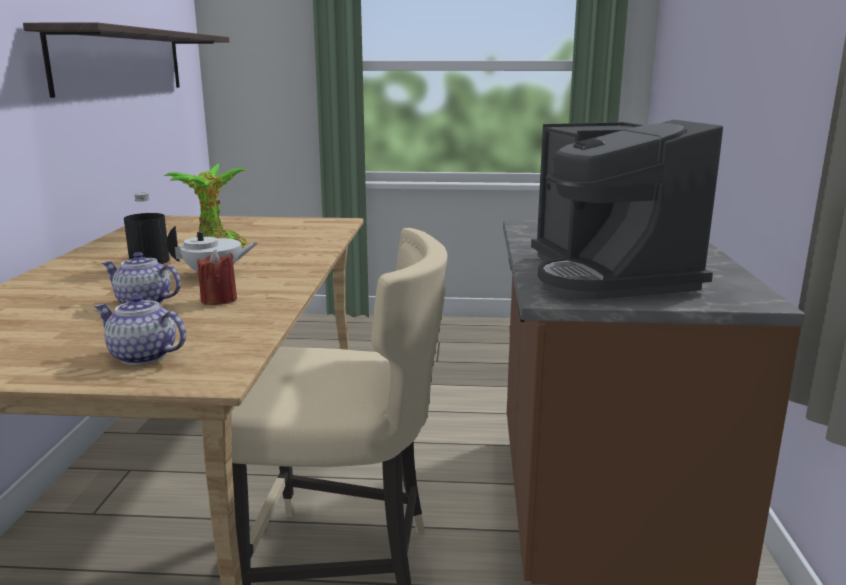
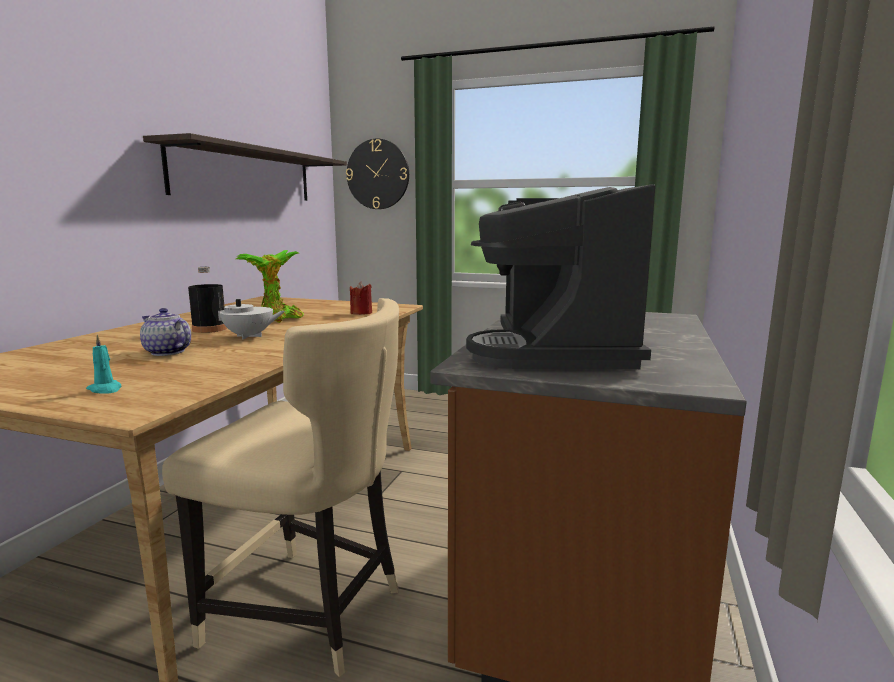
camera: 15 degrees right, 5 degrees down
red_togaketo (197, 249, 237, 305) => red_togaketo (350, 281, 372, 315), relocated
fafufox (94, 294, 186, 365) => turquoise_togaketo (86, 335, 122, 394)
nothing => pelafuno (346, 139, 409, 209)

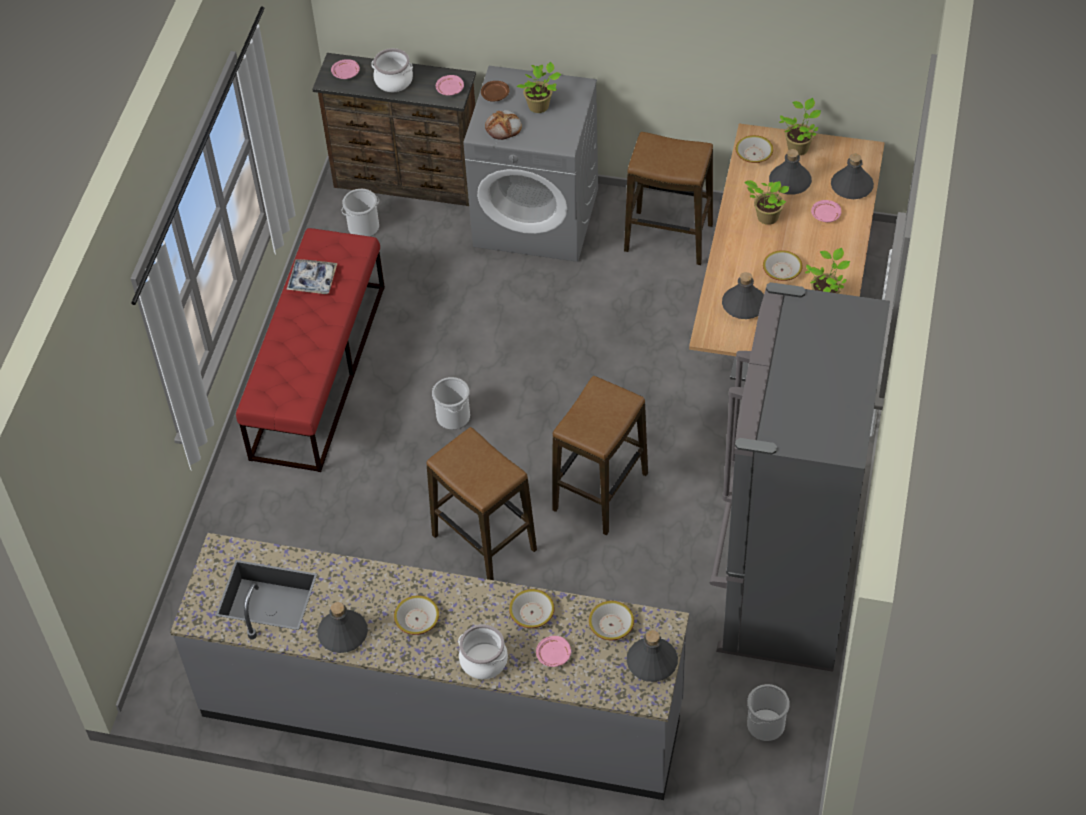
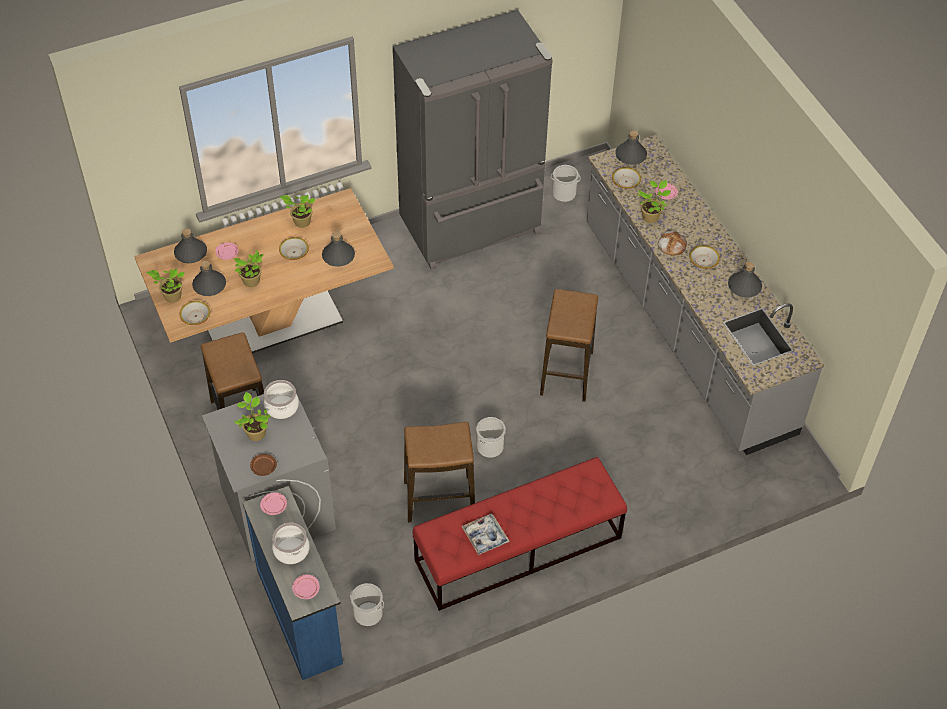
camera: 130 degrees left, 0 degrees up
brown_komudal (312, 53, 476, 206) => blue_komudal (242, 486, 343, 680)
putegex (485, 110, 522, 140) => putegex (658, 231, 687, 256), relocated
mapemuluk (552, 376, 648, 535) => mapemuluk (404, 422, 475, 522), relocated
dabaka (509, 589, 555, 628) => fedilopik (637, 180, 671, 223)
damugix (458, 624, 508, 679) => damugix (264, 380, 299, 419), relocated

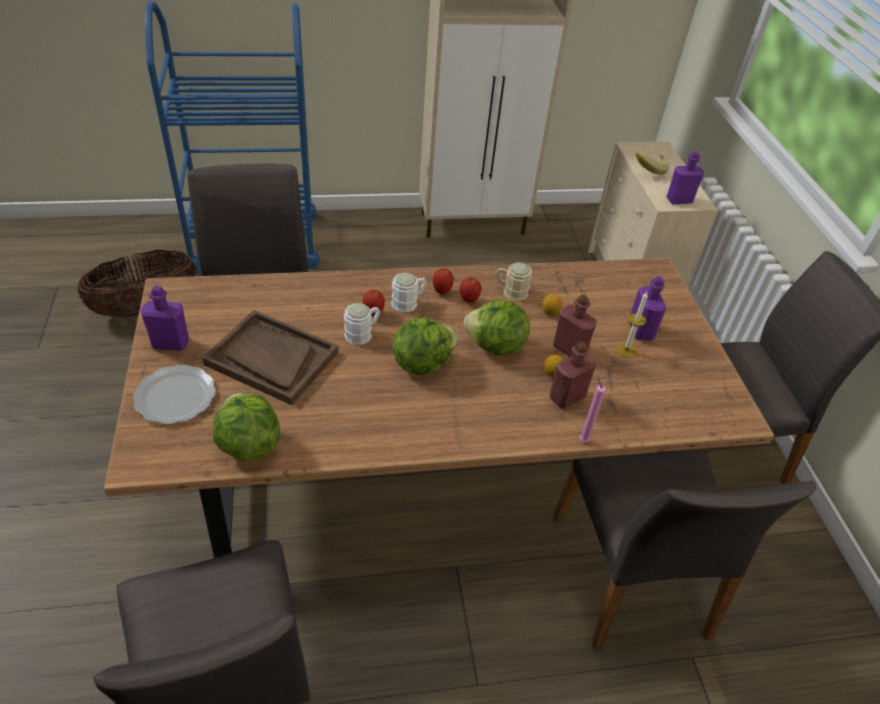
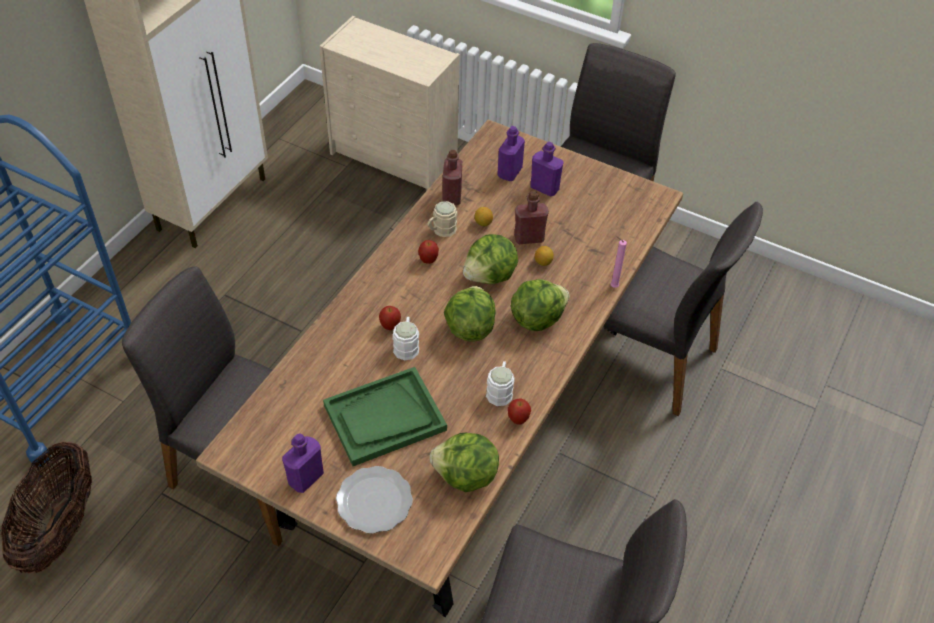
camera: 50 degrees left, 5 degrees up
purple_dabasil (667, 151, 704, 204) => purple_dabasil (497, 126, 525, 181), relocated
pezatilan (636, 152, 669, 175) => nothing
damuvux (433, 268, 454, 294) => damuvux (508, 399, 531, 425), relocated
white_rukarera (391, 273, 427, 313) => white_rukarera (486, 361, 514, 406), relocated
togaketo (616, 292, 648, 358) => nothing
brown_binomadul (202, 310, 338, 405) => green_binomadul (323, 367, 447, 466)
red_dabasil (549, 342, 596, 409) => red_dabasil (443, 150, 462, 205), relocated
nothing => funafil (511, 279, 569, 331)

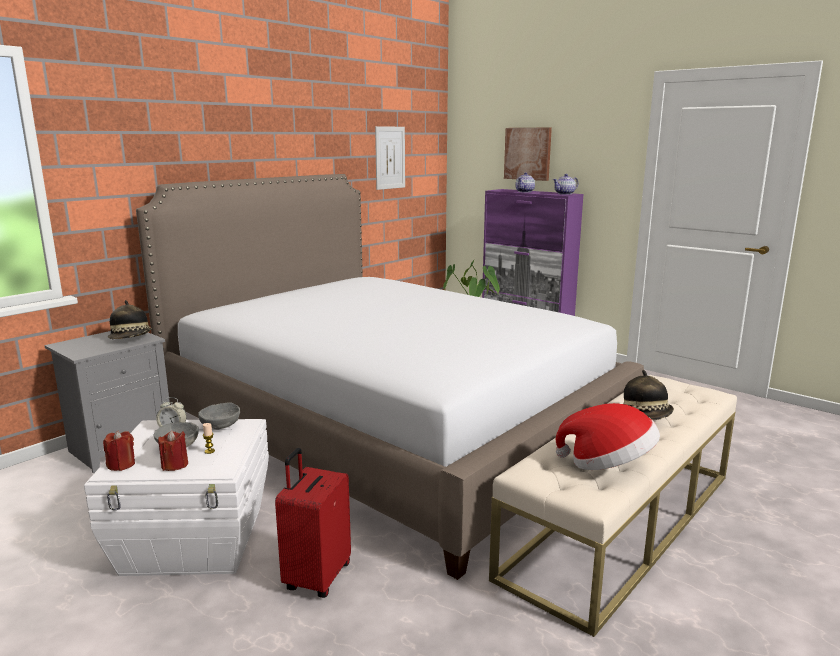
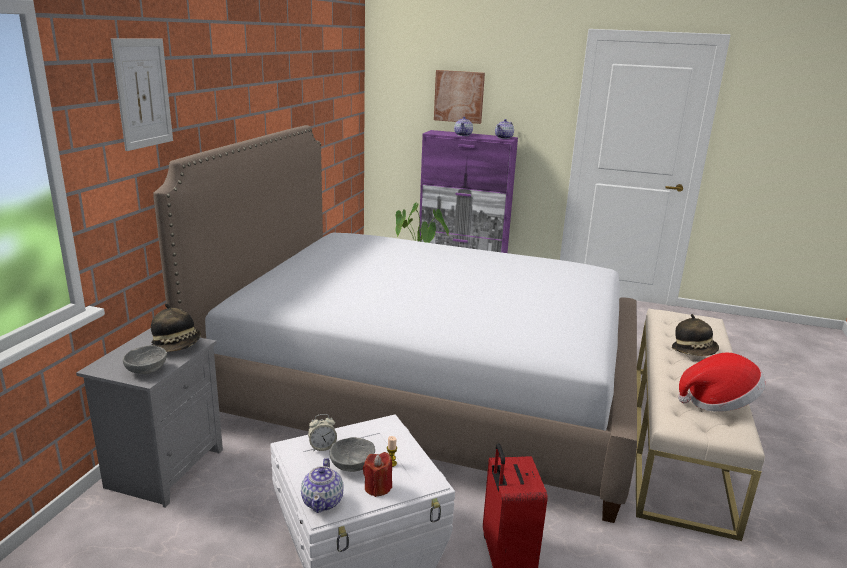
camera: 25 degrees left, 5 degrees up
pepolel (375, 126, 405, 190) => pepolel (111, 38, 173, 151), relocated
grey_dabaka (198, 403, 240, 430) => grey_dabaka (123, 345, 167, 374), relocated
red_togaketo (103, 430, 135, 471) => fafufox (301, 458, 344, 513)

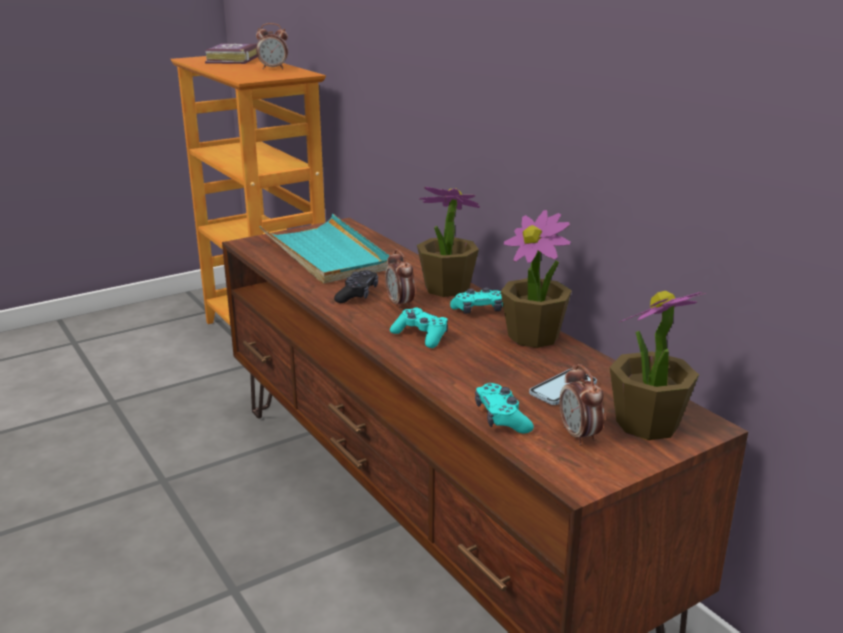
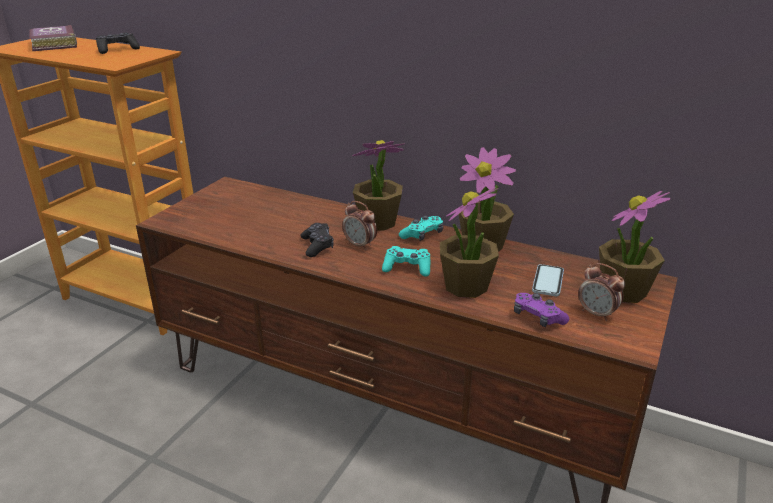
camera: 30 degrees left, 5 degrees up
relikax (256, 23, 288, 69) => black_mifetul (96, 33, 140, 54)
turquoise_binomadul (260, 214, 390, 284) => nothing
turquoise_mifetul (475, 383, 534, 433) => purple_mifetul (514, 293, 569, 327)
nothing => fedilopik (440, 187, 499, 298)

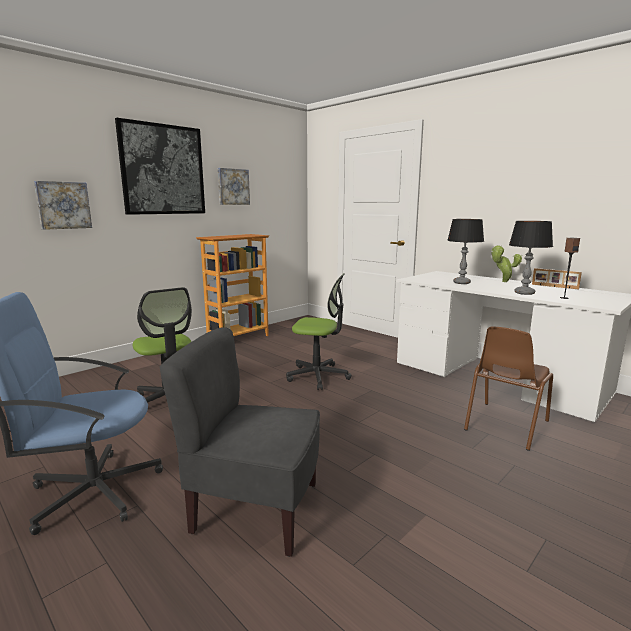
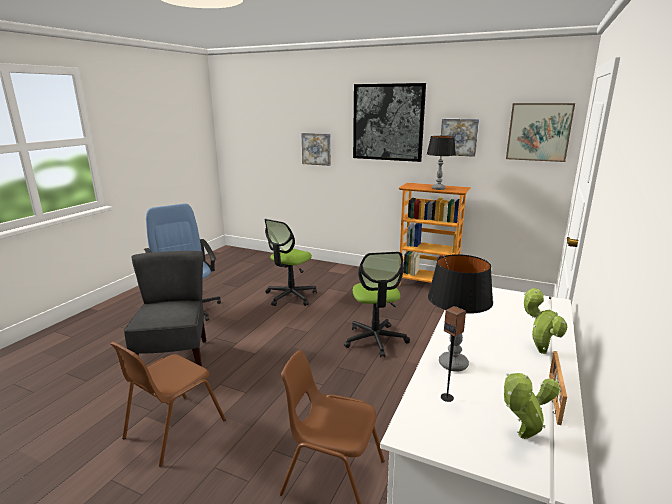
camera: 70 degrees right, 5 degrees up
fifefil (447, 219, 484, 284) => fifefil (427, 136, 456, 190), relocated
nothing => pepolel (506, 103, 575, 162)
nothing => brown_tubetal (110, 342, 226, 467)
nothing => fedilopik (504, 373, 560, 439)

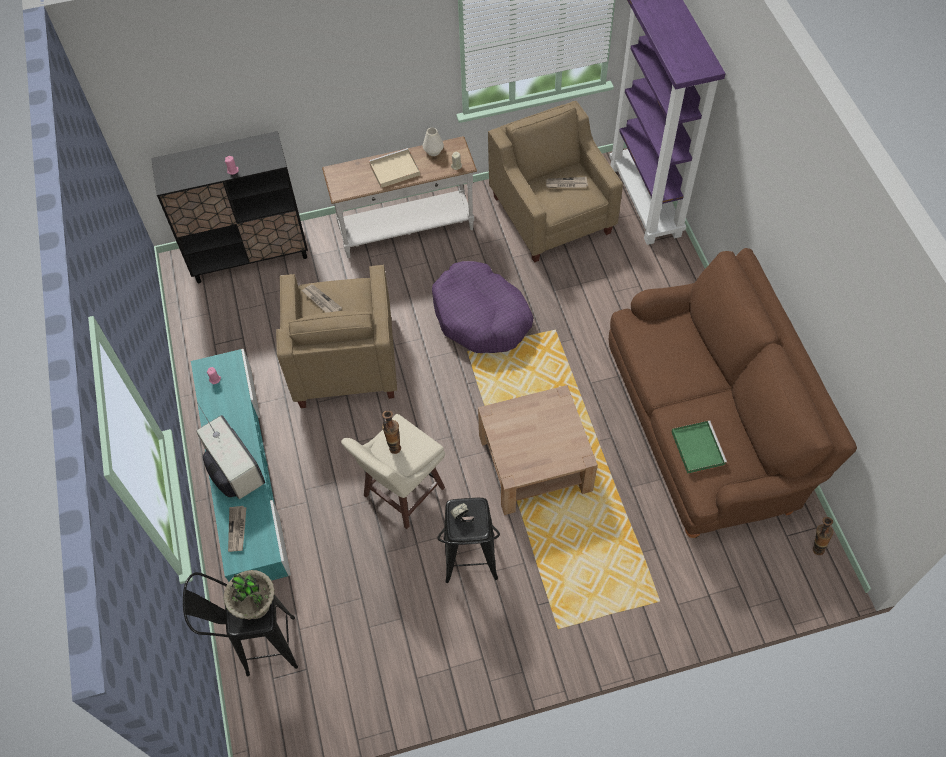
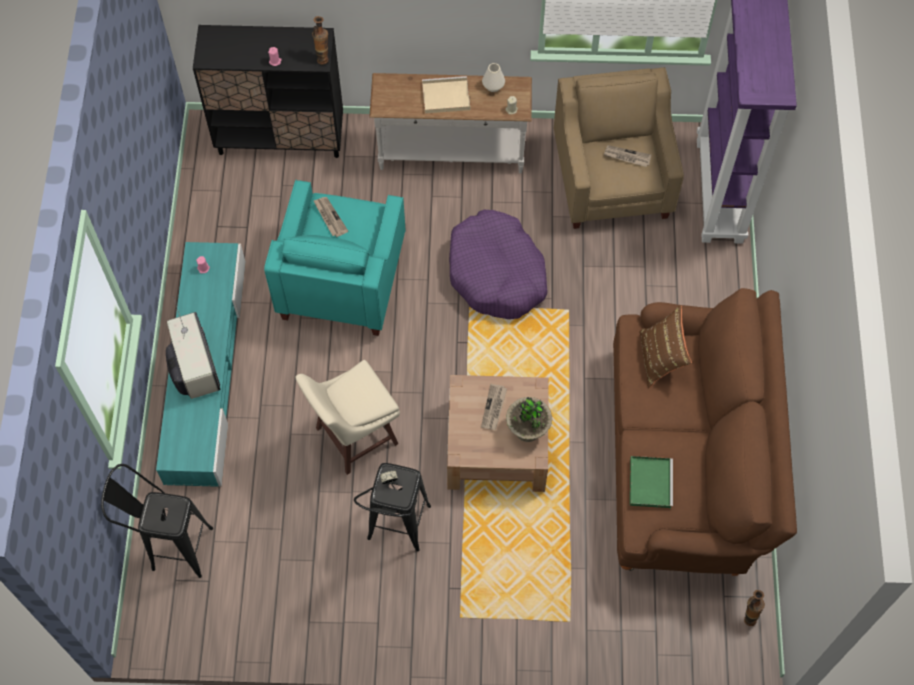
camera: 15 degrees right, 5 degrees up
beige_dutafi (276, 264, 397, 408) => turquoise_dutafi (264, 180, 406, 336)
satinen (382, 411, 401, 454) => satinen (312, 16, 329, 64), relocated
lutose (228, 506, 246, 552) => lutose (481, 384, 507, 430), relocated
fedilopik (224, 570, 275, 619) => fedilopik (506, 397, 552, 442), relocated
nothing => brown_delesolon (639, 305, 692, 388)

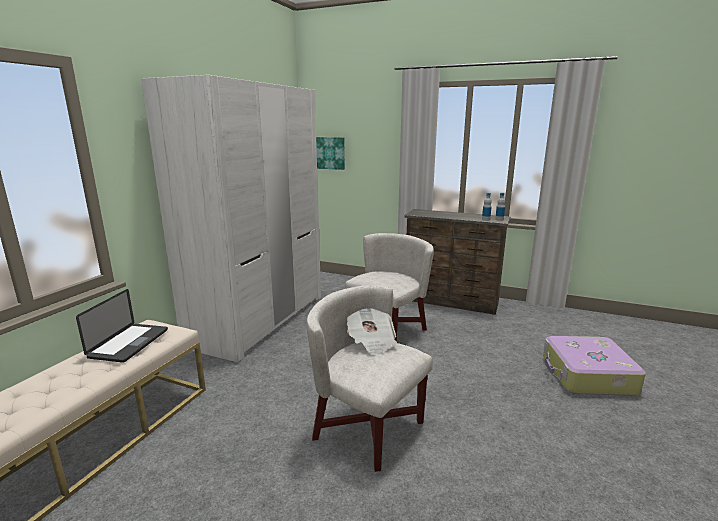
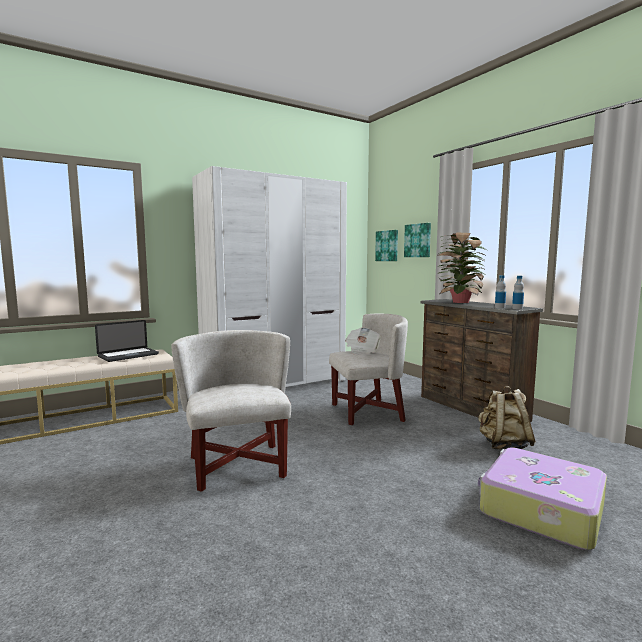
camera: 35 degrees right, 10 degrees down
lutose (347, 308, 397, 356) => lutose (345, 327, 381, 355), relocated
nothing => pepolel (404, 223, 431, 257)
nothing => fedilopik (438, 232, 488, 303)
nothing => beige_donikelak (479, 386, 536, 450)

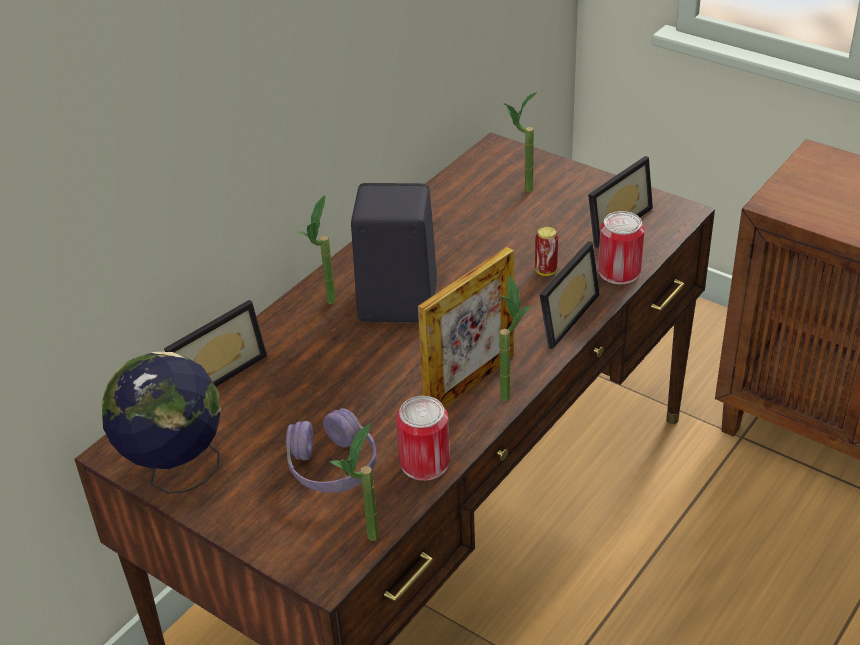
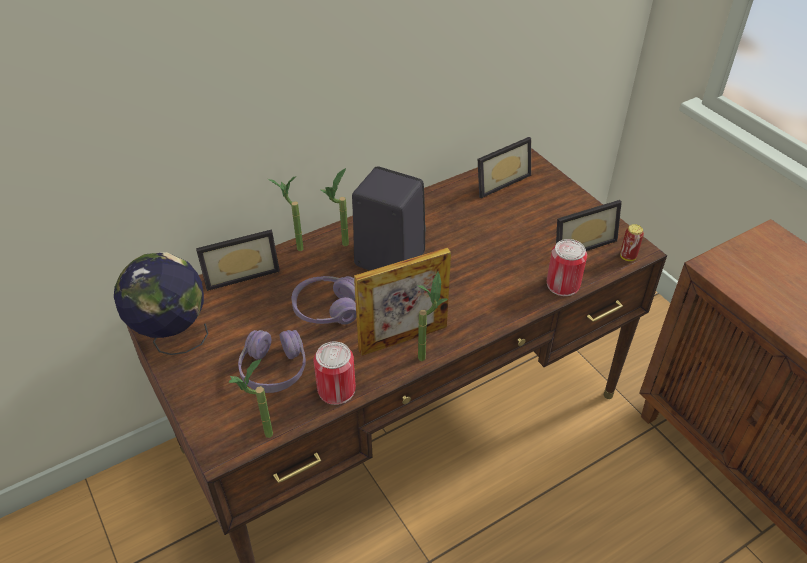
camera: 20 degrees right, 5 degrees up
fedilopik (504, 92, 537, 192) => fedilopik (268, 177, 304, 251), relocated
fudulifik (535, 227, 558, 276) => fudulifik (620, 224, 644, 261), relocated
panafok (540, 241, 600, 349) => panafok (478, 137, 531, 198), relocated
nothing => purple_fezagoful (292, 276, 357, 325)

